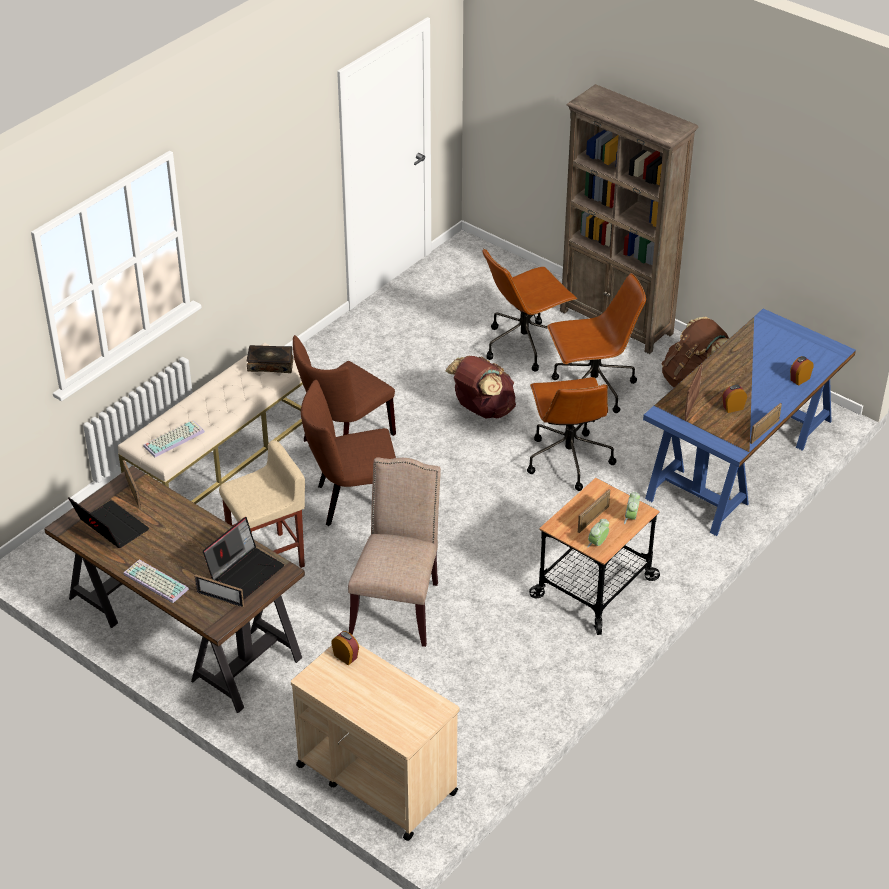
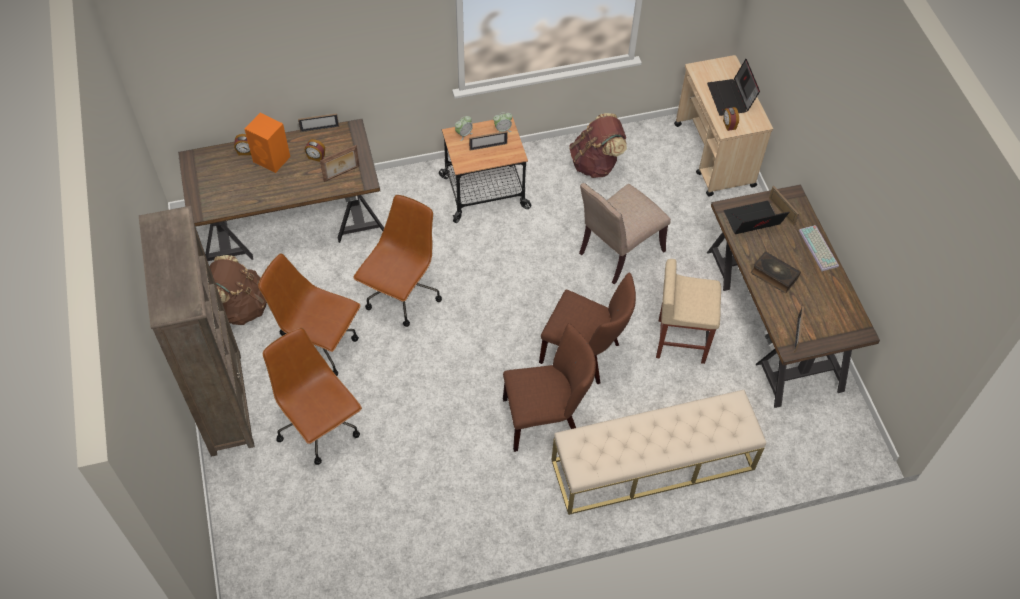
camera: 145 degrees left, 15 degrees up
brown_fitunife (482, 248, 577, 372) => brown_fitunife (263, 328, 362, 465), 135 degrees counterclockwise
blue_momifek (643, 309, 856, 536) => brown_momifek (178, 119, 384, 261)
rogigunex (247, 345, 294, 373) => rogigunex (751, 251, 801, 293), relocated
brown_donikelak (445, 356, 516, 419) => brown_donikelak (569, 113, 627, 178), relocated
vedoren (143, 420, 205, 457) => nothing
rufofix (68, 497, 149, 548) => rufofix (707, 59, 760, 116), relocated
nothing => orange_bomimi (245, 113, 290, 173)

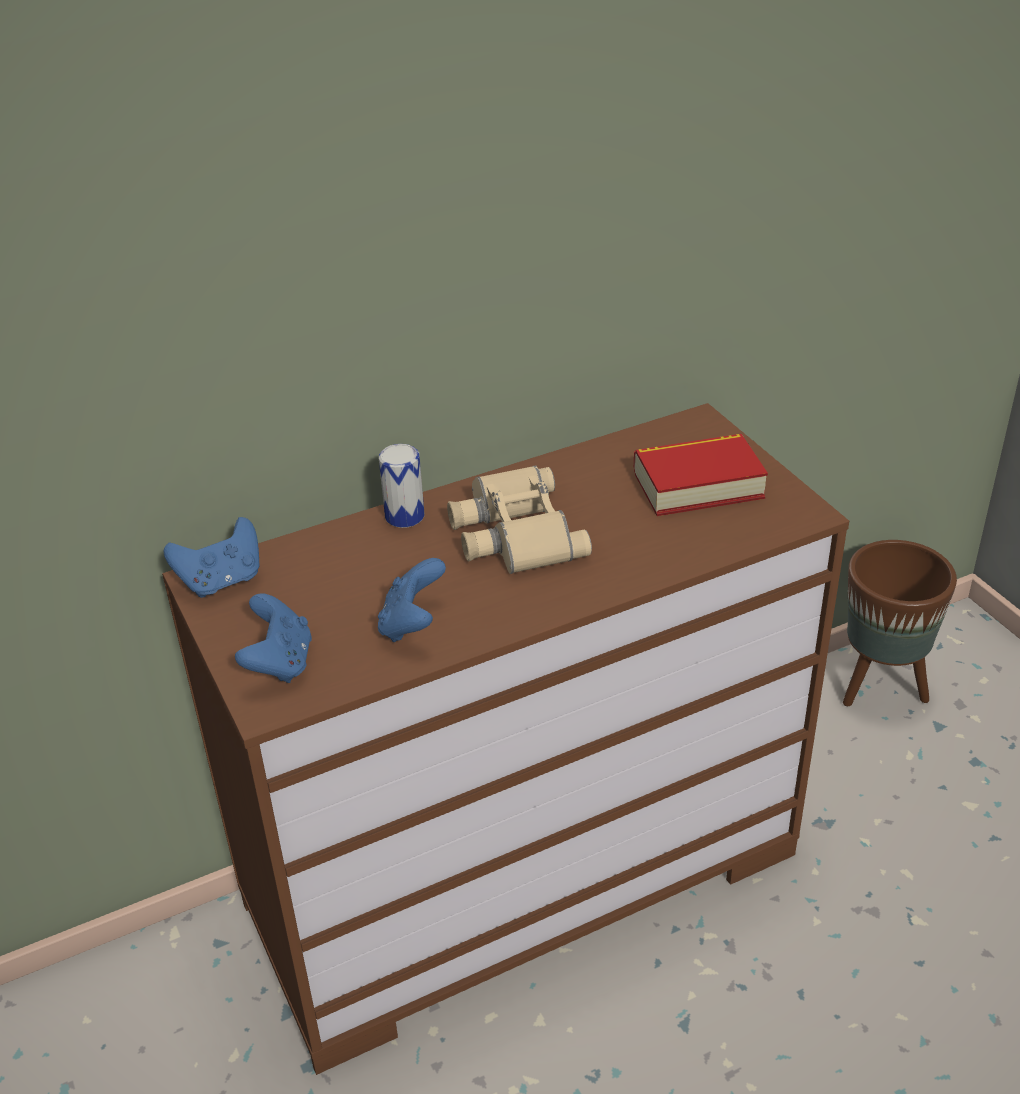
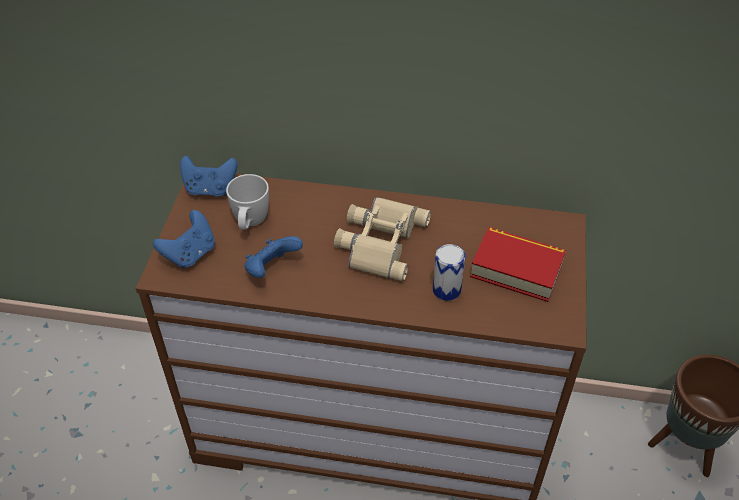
camera: 35 degrees right, 10 degrees up
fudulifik (379, 444, 424, 528) => fudulifik (433, 244, 466, 301), relocated
nothing => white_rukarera (226, 174, 269, 230)

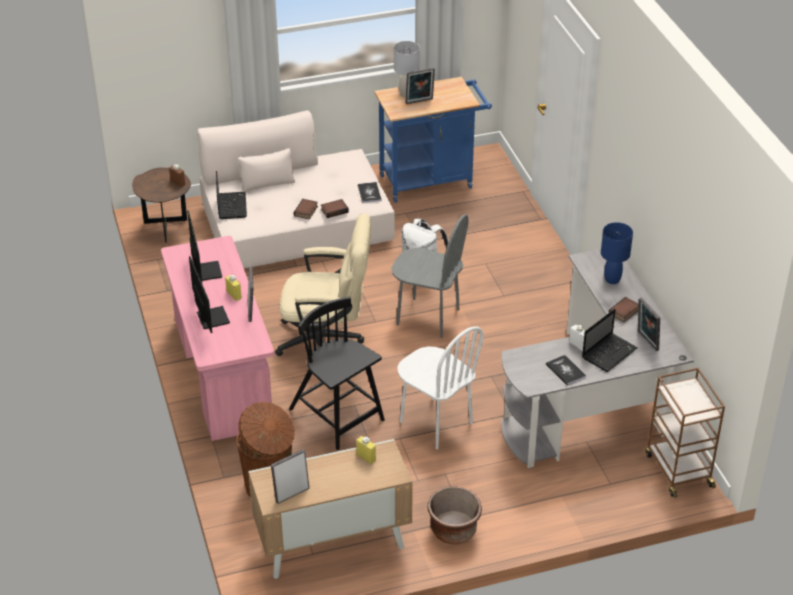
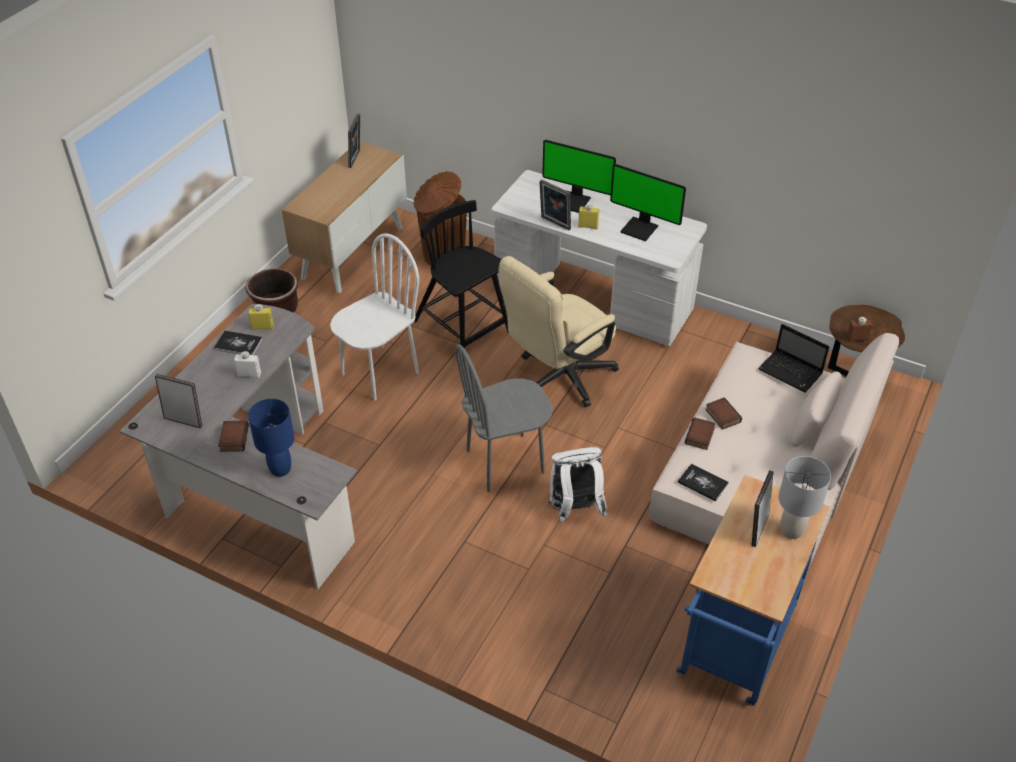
camera: 135 degrees right, 5 degrees up
pink_momifek (161, 236, 274, 441) => white_momifek (492, 170, 707, 346)
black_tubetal (289, 297, 385, 450) => black_tubetal (414, 200, 509, 349), 135 degrees counterclockwise
rufofix (582, 309, 638, 372) => nothing
white_tubetal (397, 326, 484, 449) => white_tubetal (330, 233, 419, 401), 135 degrees clockwise
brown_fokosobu (645, 367, 725, 498) => nothing
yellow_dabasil (356, 436, 376, 464) => yellow_dabasil (248, 304, 274, 330), relocated

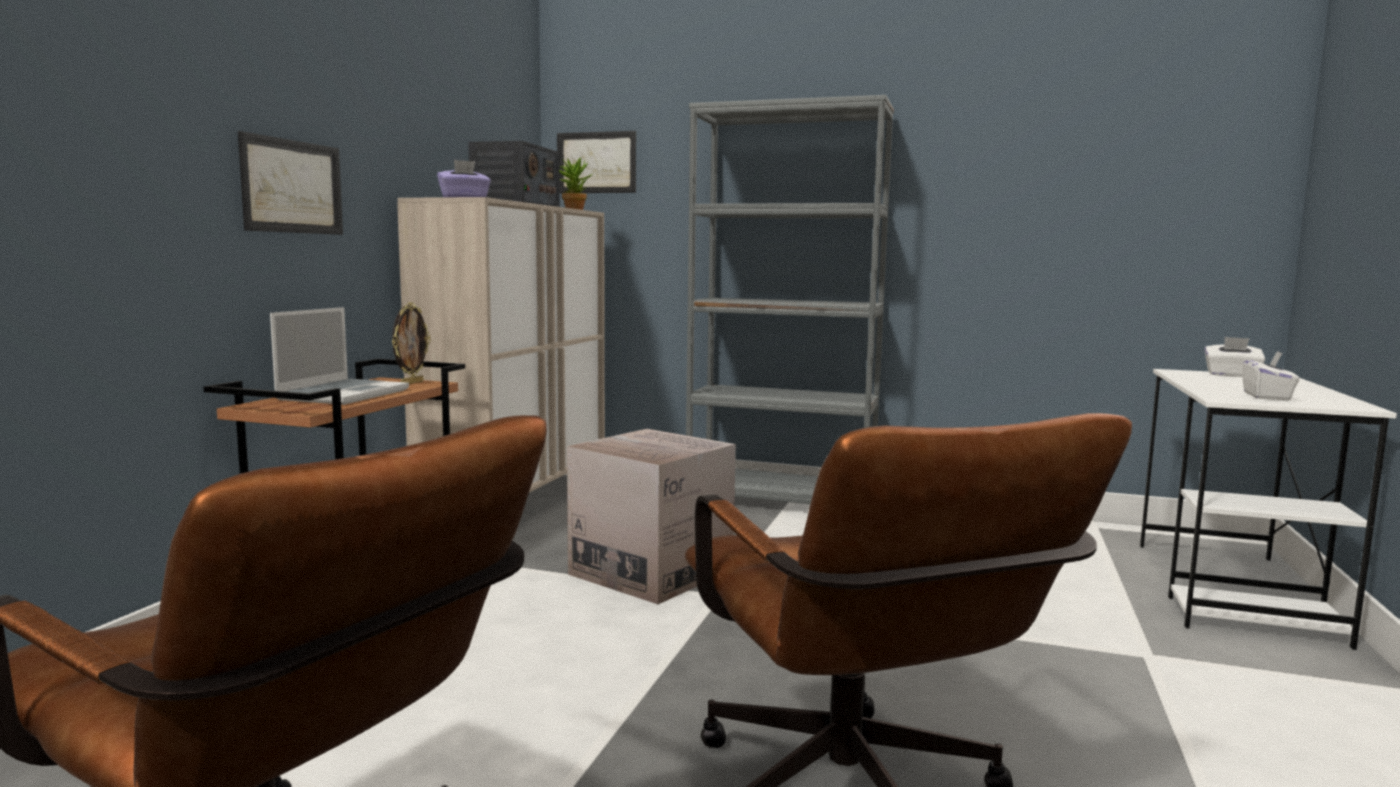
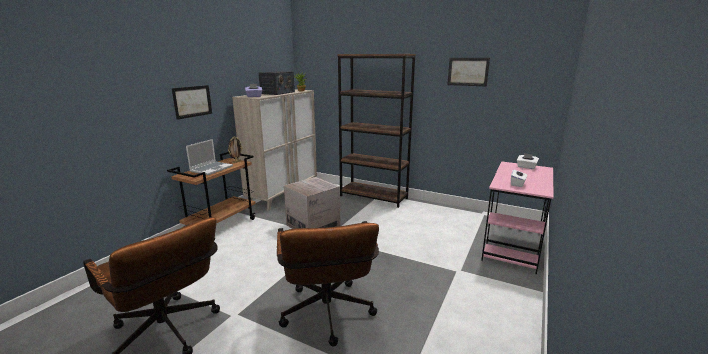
camera: 10 degrees right, 10 degrees up
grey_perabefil (686, 95, 894, 504) => brown_perabefil (337, 54, 416, 208)
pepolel (557, 131, 636, 193) => pepolel (447, 58, 490, 87), relocated
white_momifek (1140, 369, 1397, 650) => pink_momifek (481, 161, 554, 275)

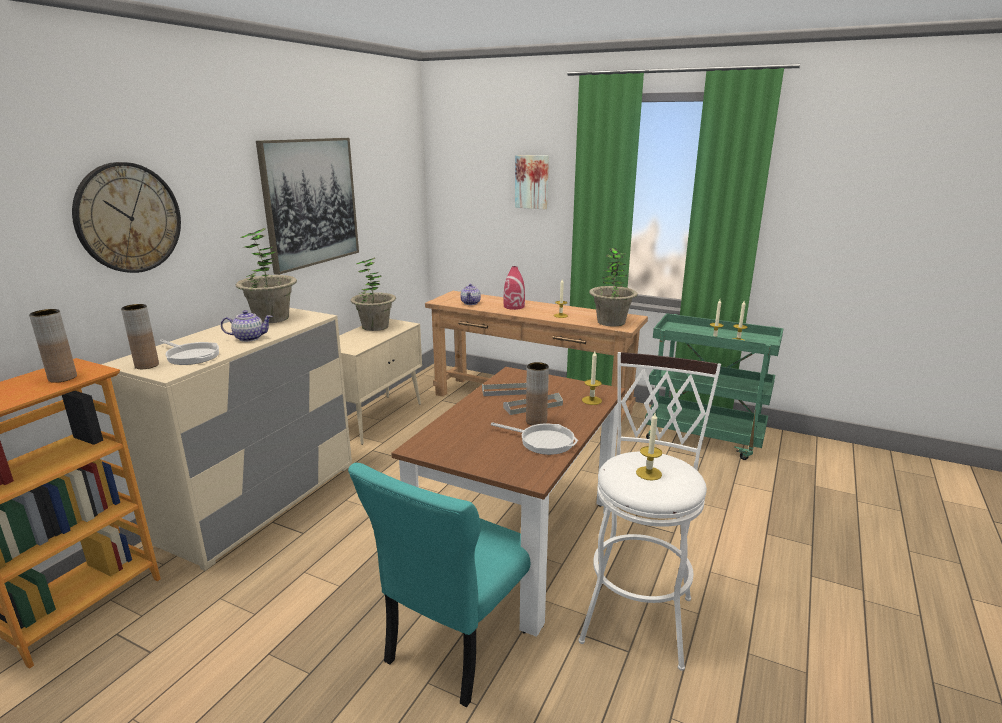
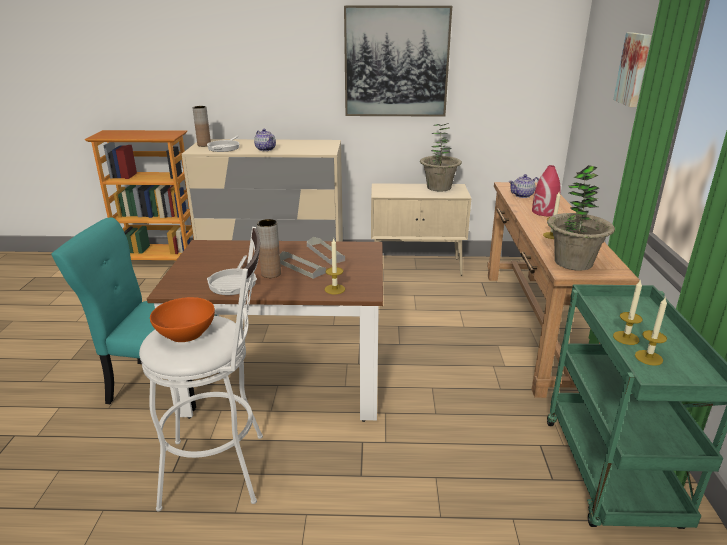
camera: 65 degrees right, 5 degrees up
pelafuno (72, 162, 181, 273) => nothing
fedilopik (236, 228, 297, 323) => nothing
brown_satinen (29, 309, 77, 383) => nothing
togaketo (636, 413, 662, 481) => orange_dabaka (150, 297, 215, 342)

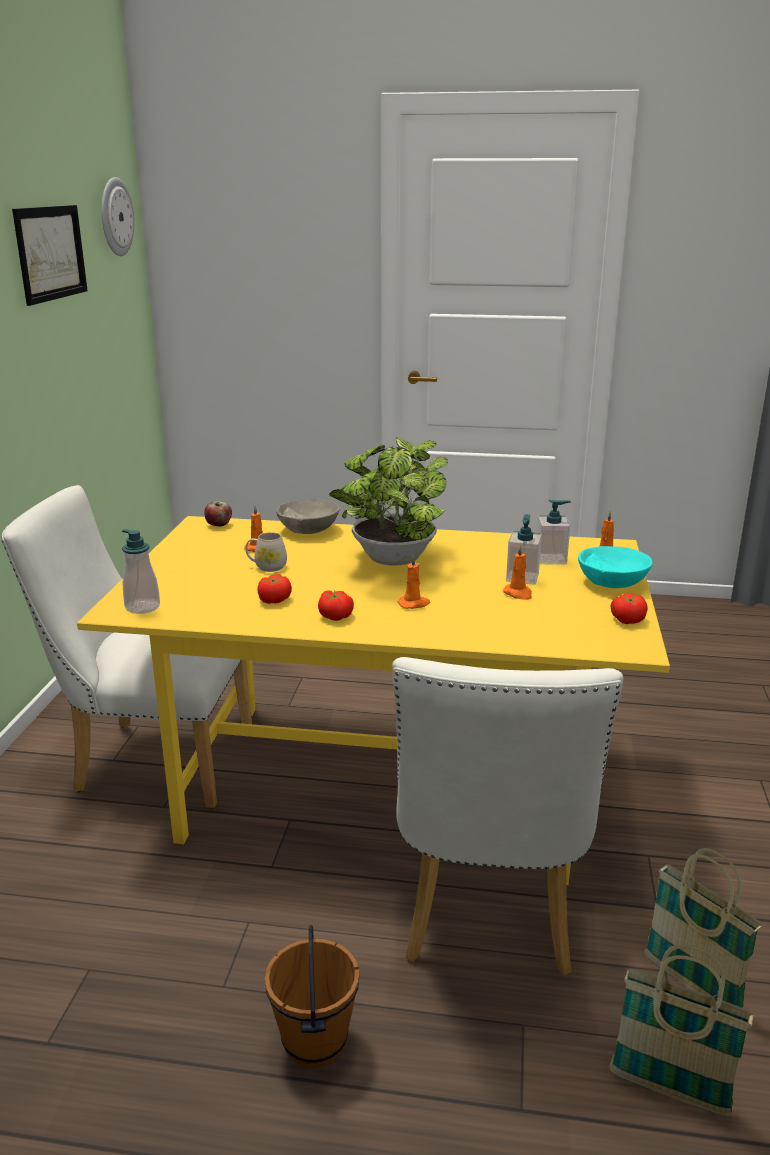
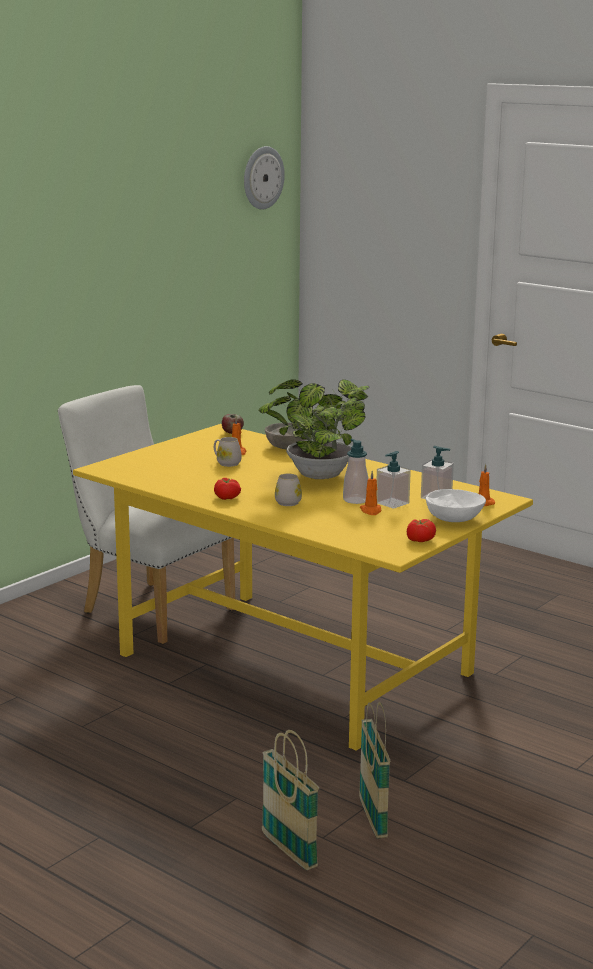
camera: 30 degrees right, 5 degrees down
pepolel (12, 205, 88, 306) => nothing
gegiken (122, 529, 160, 614) => gegiken (343, 439, 369, 504), relocated
turquoise_dabaka (578, 546, 652, 588) => white_dabaka (426, 489, 486, 522)
orange_togaketo (398, 554, 430, 609) => white_rukarera (275, 474, 302, 506)
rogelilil (257, 574, 292, 604) => nothing
white_tubetal (392, 657, 623, 976) => nothing
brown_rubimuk (265, 925, 360, 1068) => nothing

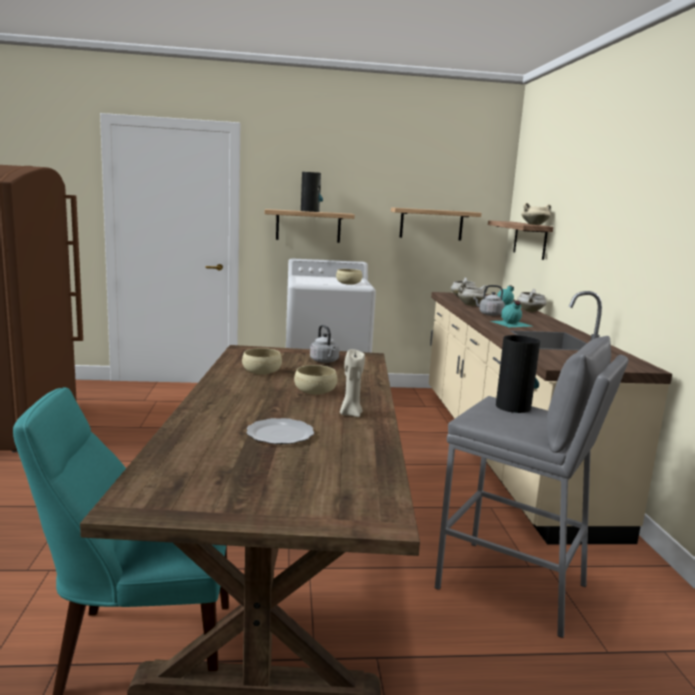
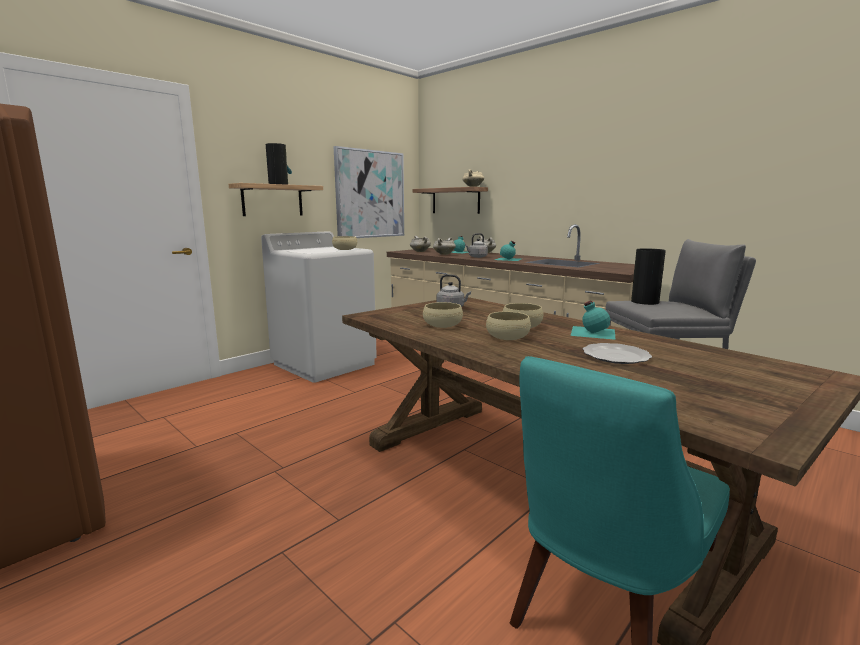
camera: 40 degrees left, 0 degrees up
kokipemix (391, 207, 482, 241) => pepolel (333, 146, 404, 238)
beige_togaketo (340, 349, 365, 417) => turquoise_dabasil (570, 301, 616, 340)
nothing => beige_dabaka (486, 312, 531, 340)

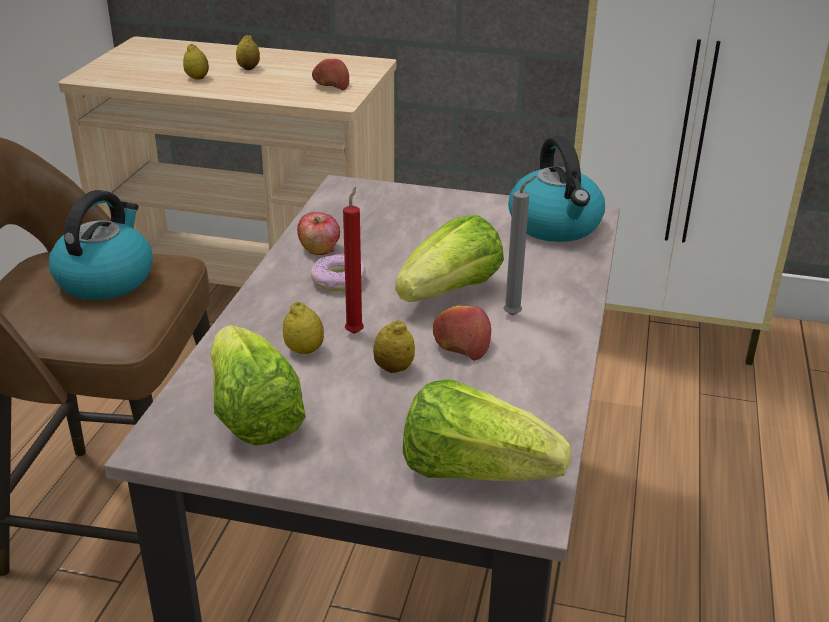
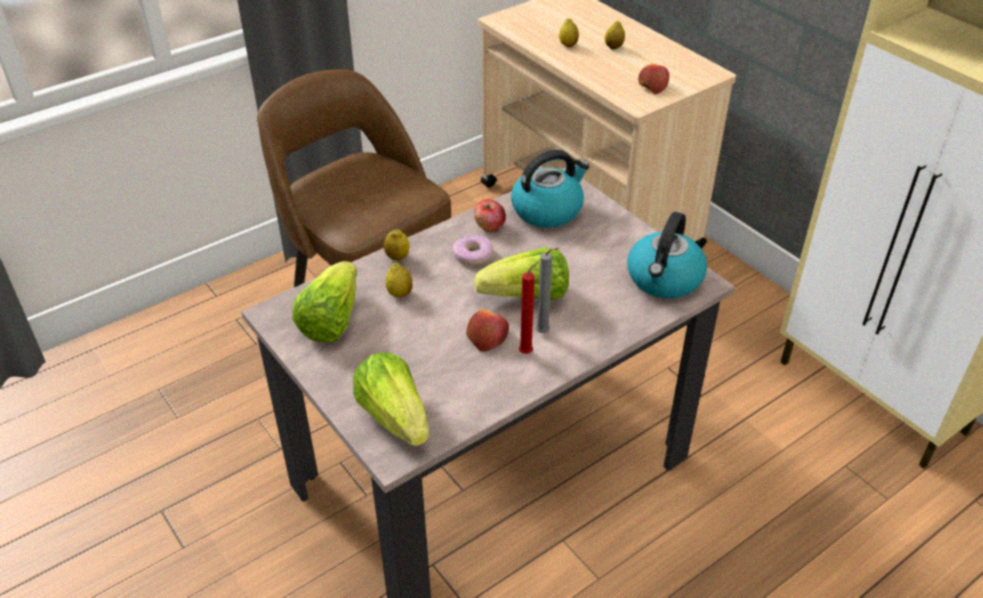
camera: 40 degrees right, 10 degrees up
red_togaketo (343, 187, 364, 334) => red_togaketo (519, 262, 538, 354), relocated
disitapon (49, 190, 153, 300) => disitapon (511, 149, 590, 228), relocated
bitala (373, 320, 415, 373) => bitala (384, 229, 410, 260), relocated

